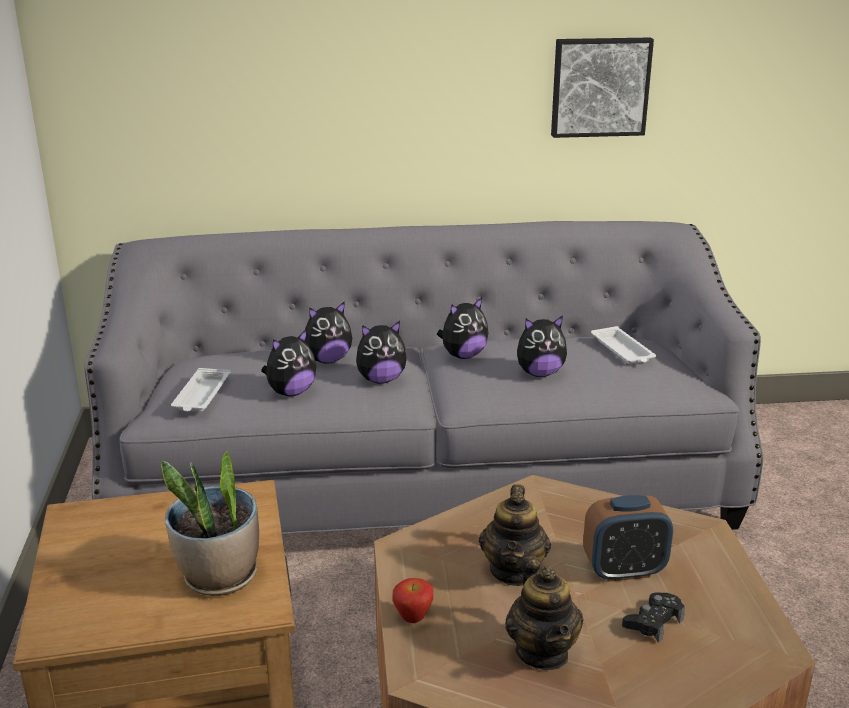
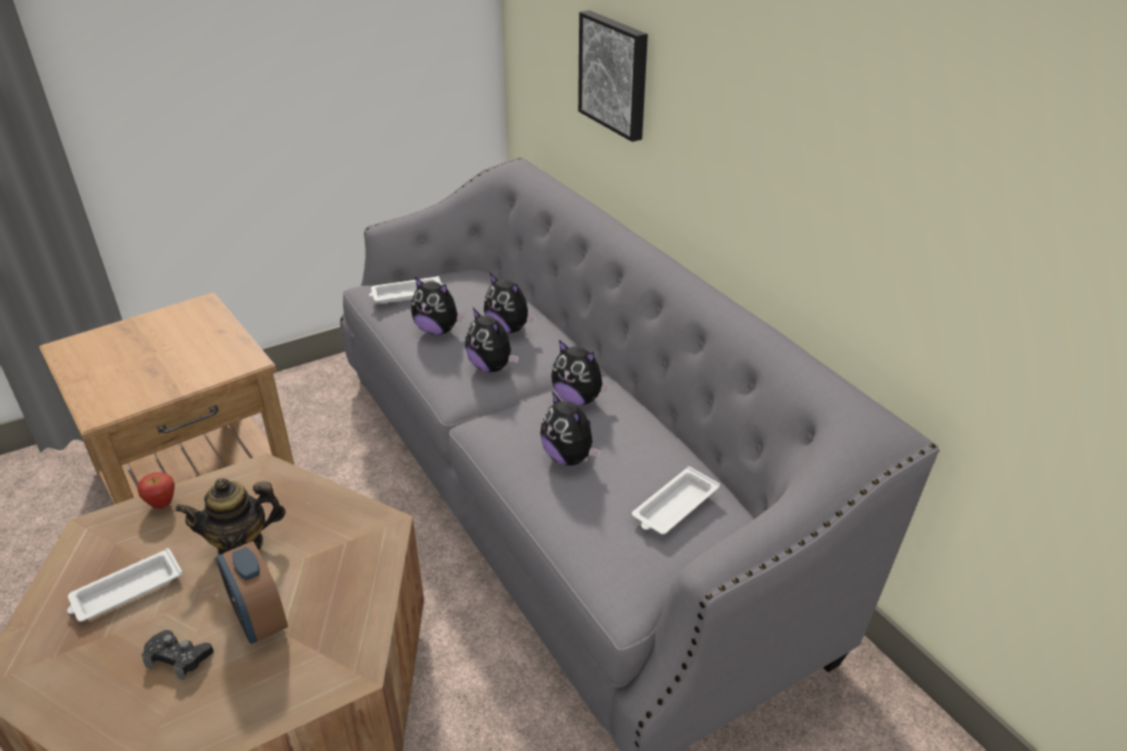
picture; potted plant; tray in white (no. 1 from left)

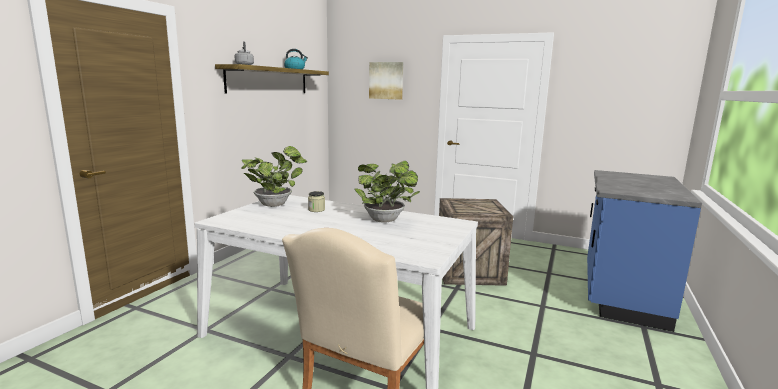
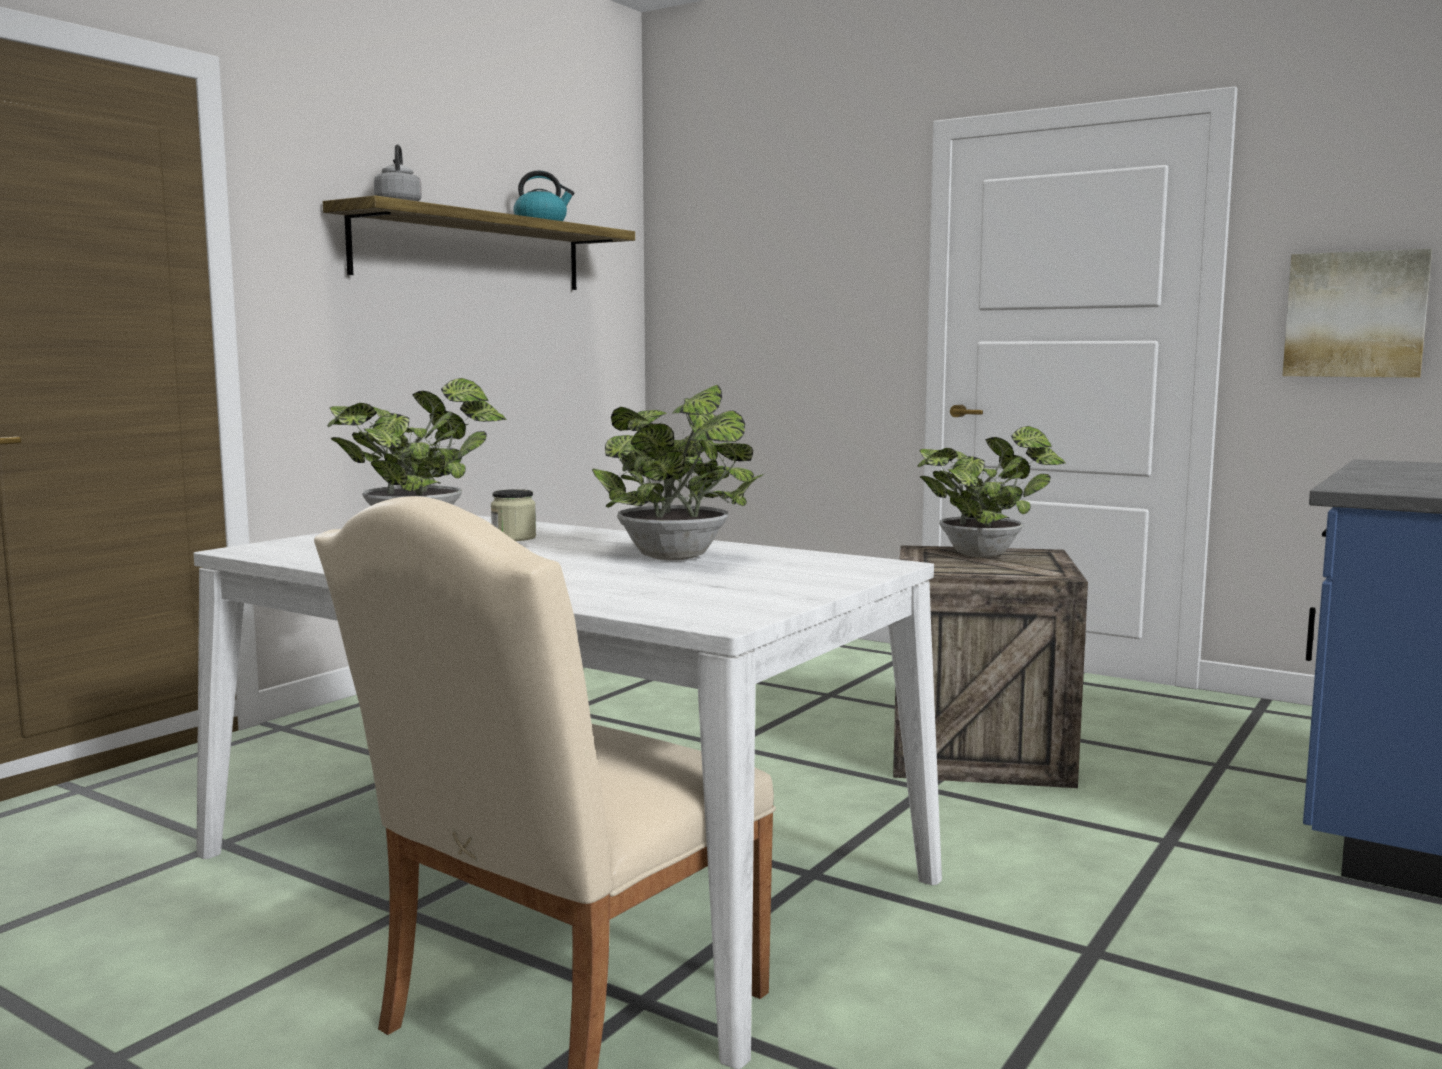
picture; potted plant (no. 3 from left)

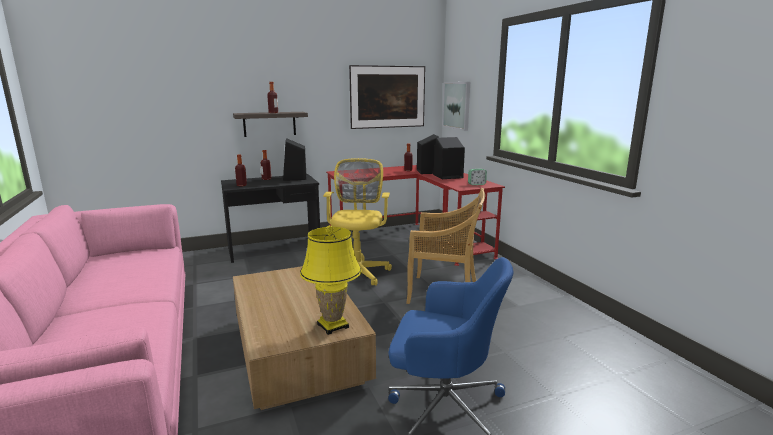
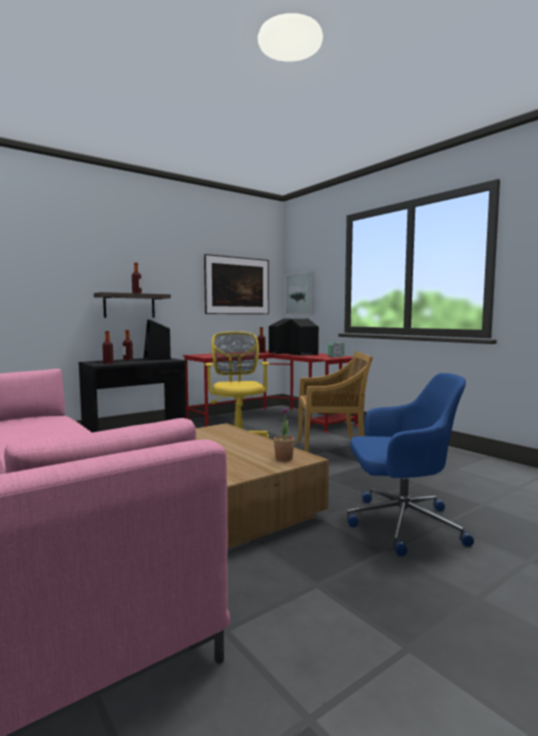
potted plant

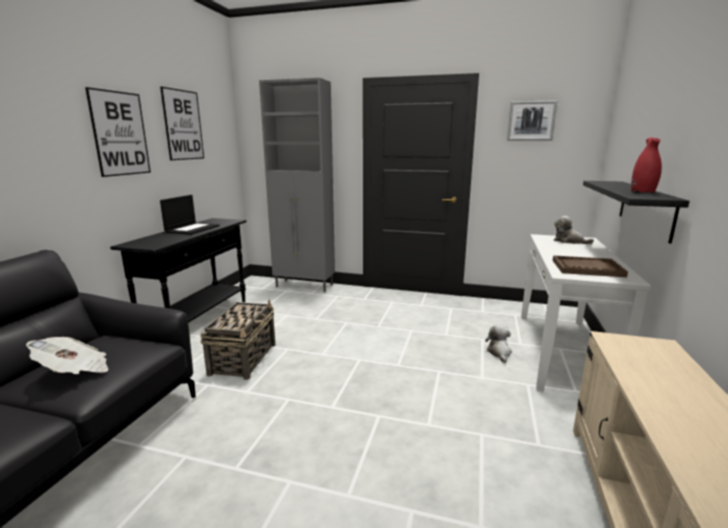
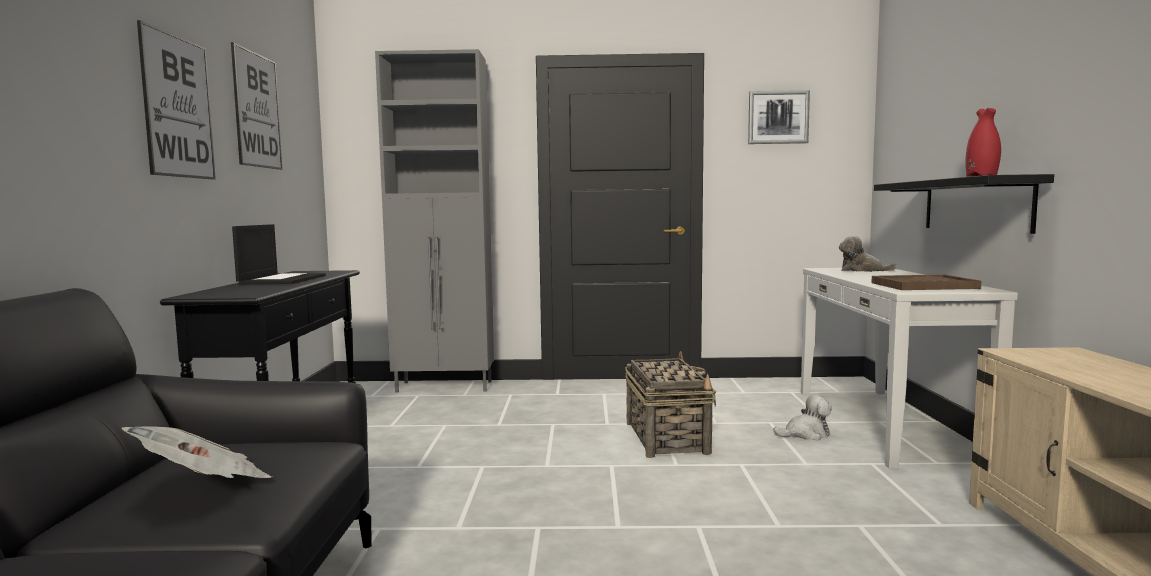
basket; plush toy (no. 1 from left)

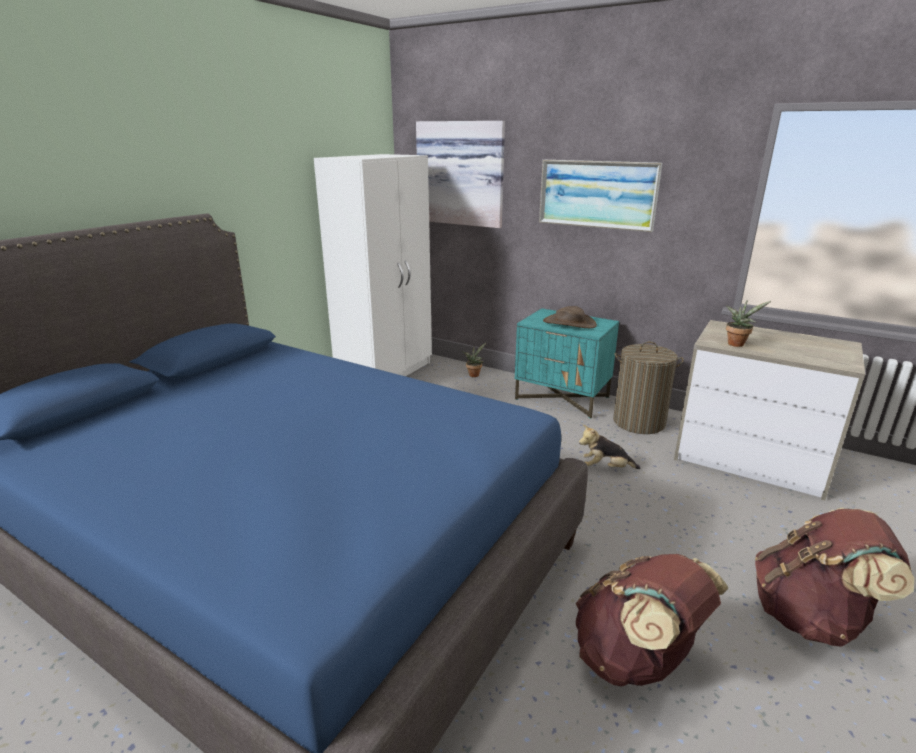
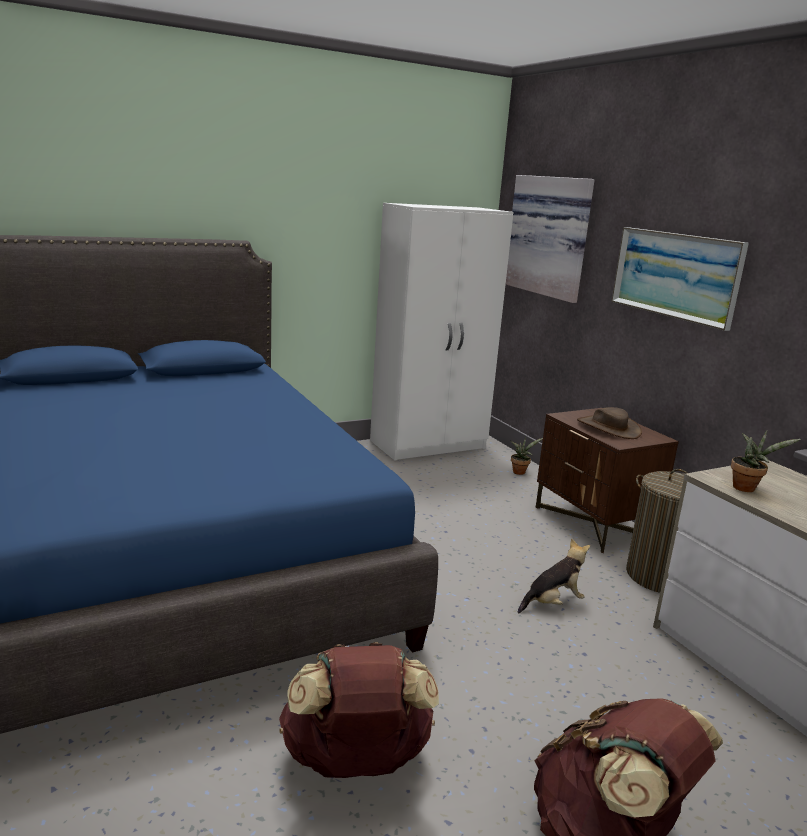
nightstand in brown; plush toy

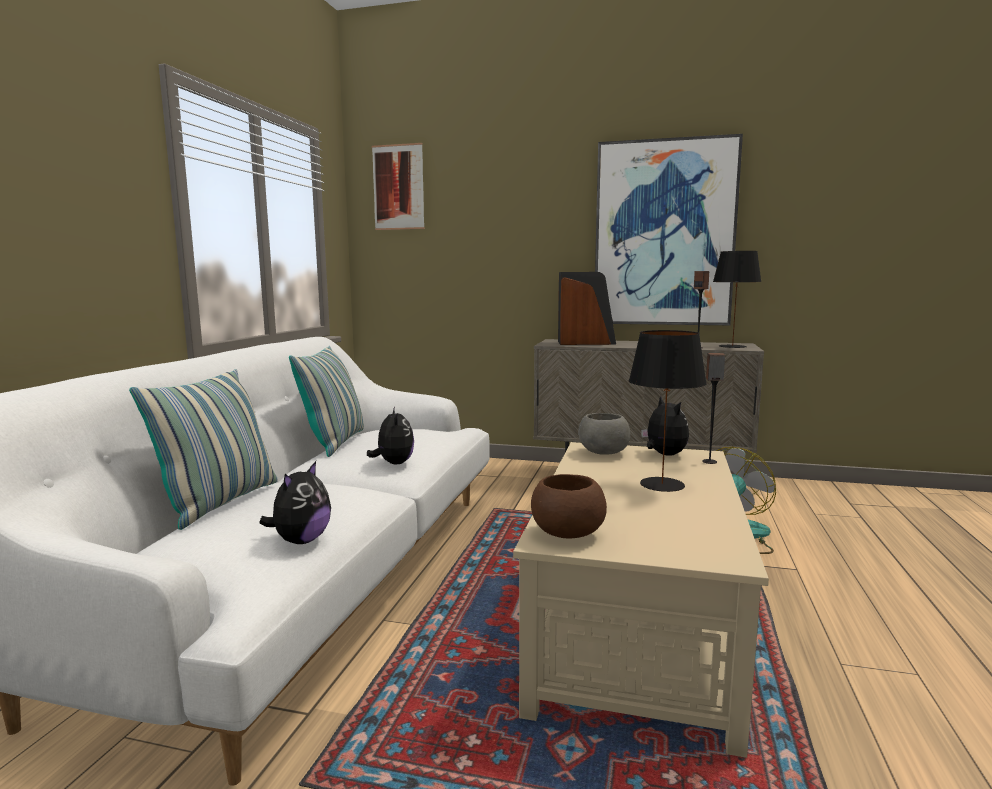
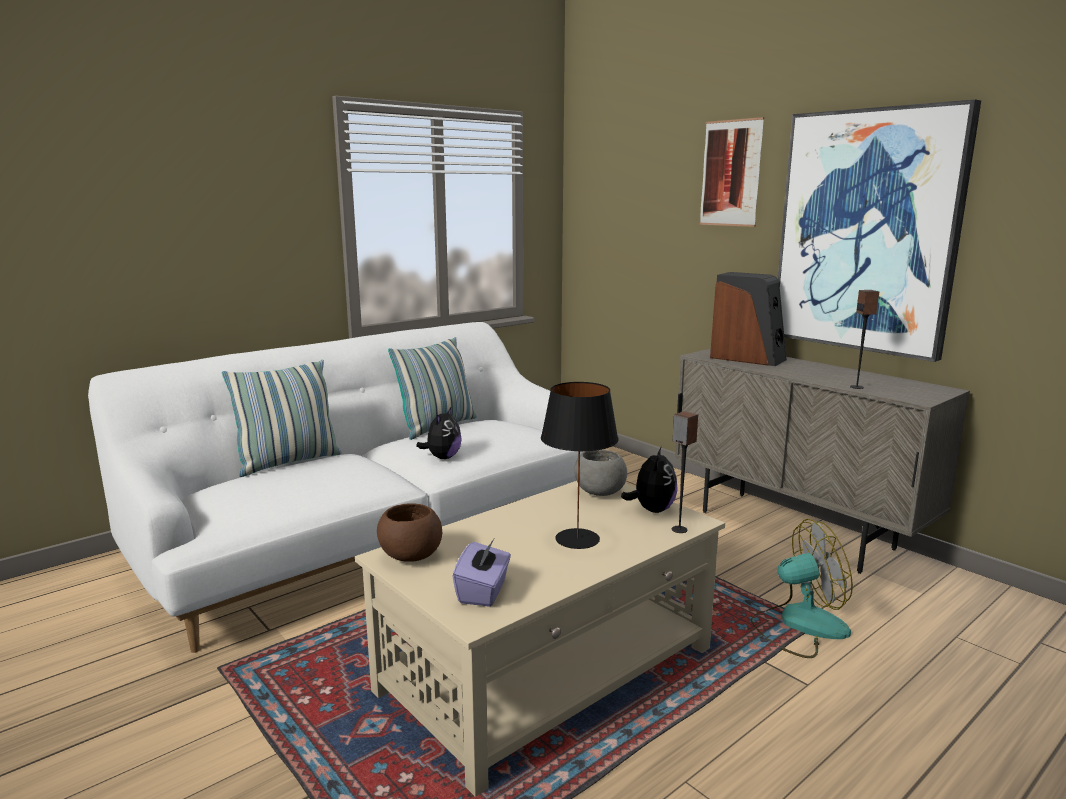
picture (no. 1 from left); table lamp in black (no. 2 from left in the first image); plush toy (no. 1 from left in the first image); tissue box in purple

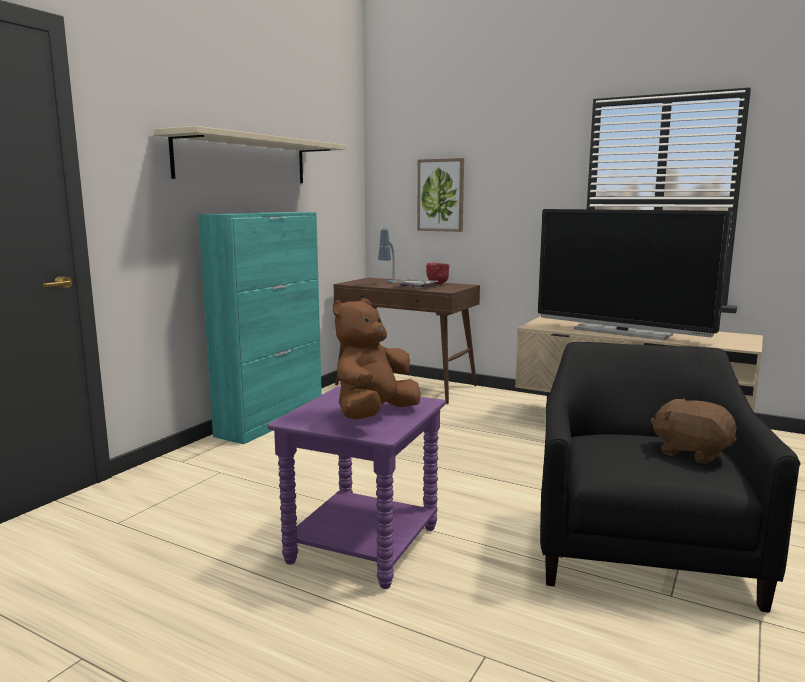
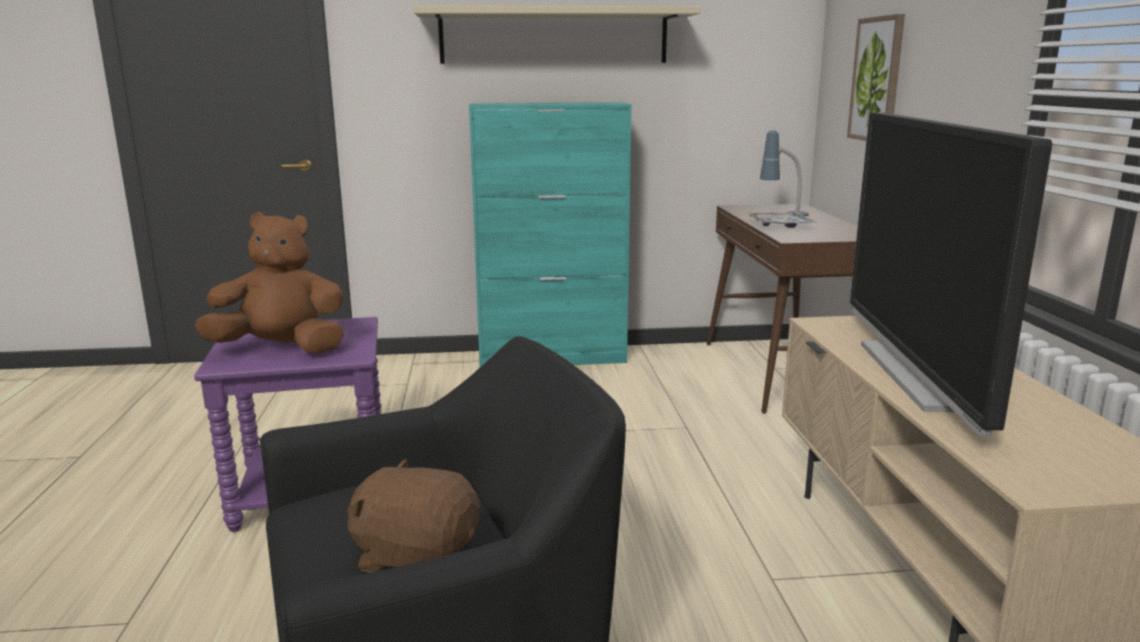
bowl in red; plush toy in brown (no. 2 from left)

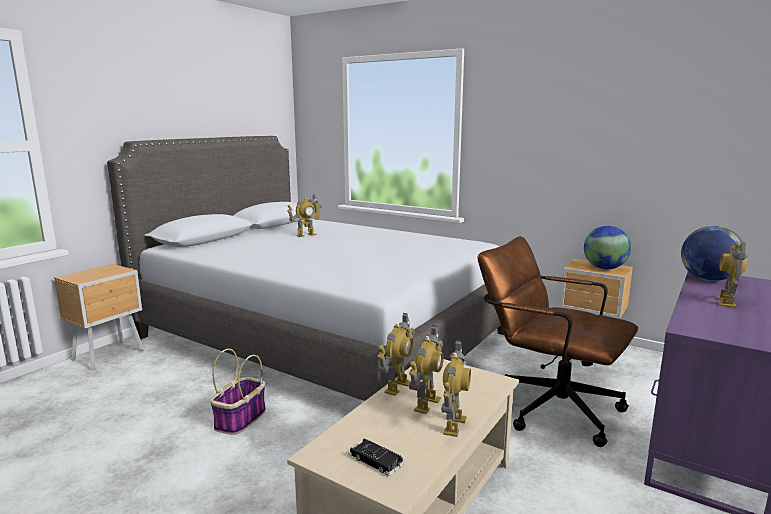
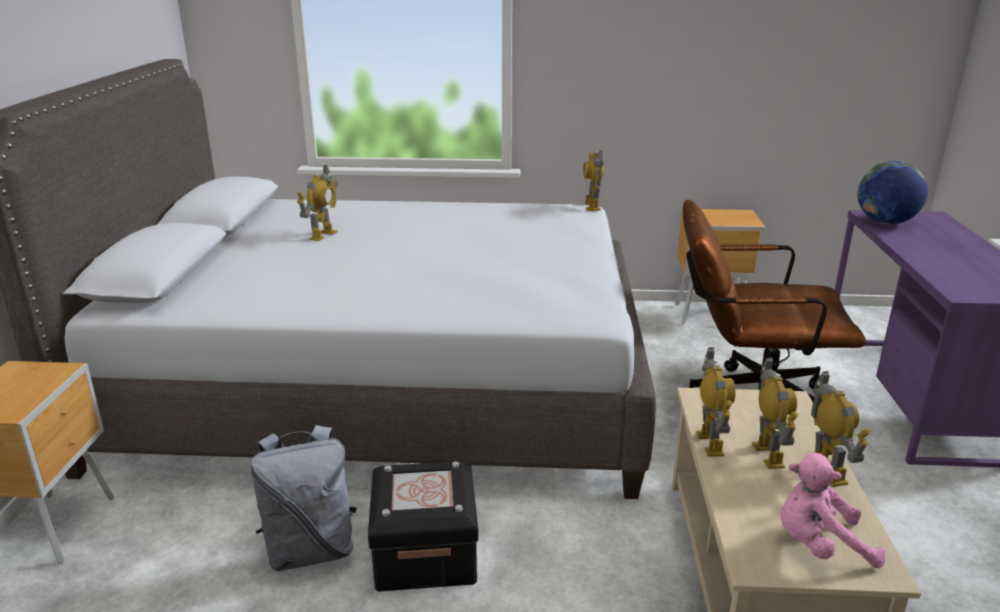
globe (no. 1 from left in the first image); toy robot (no. 2 from left); storage box in black; plush toy in pink; backpack in grey

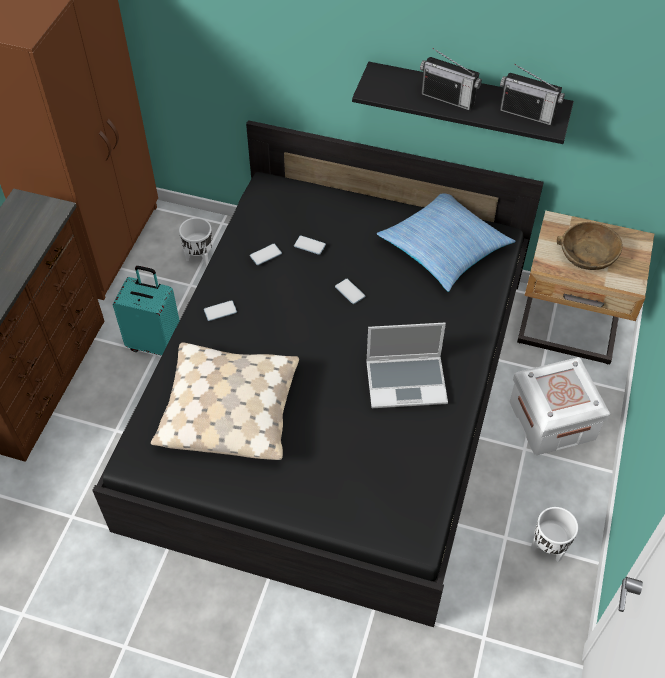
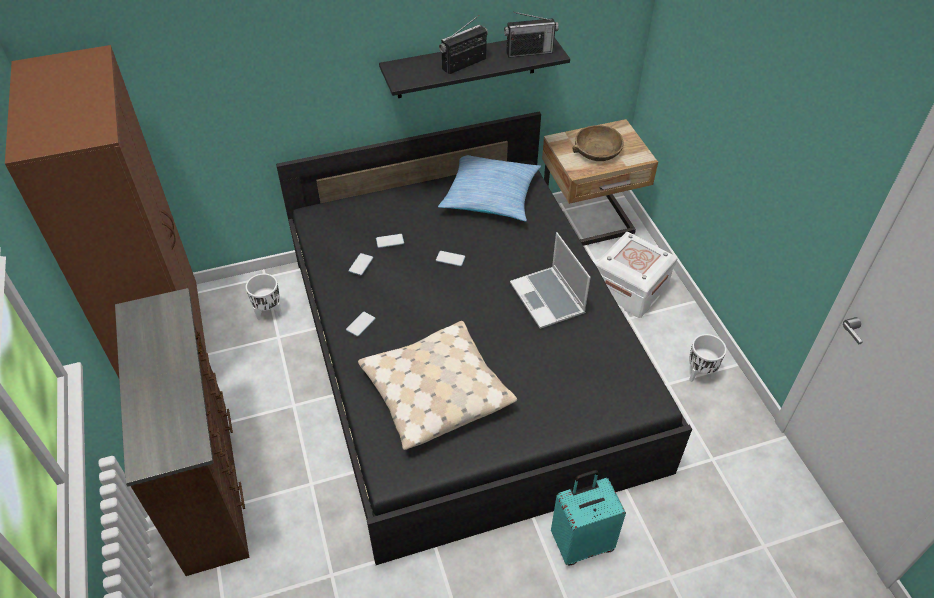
radio (no. 1 from left); suitcase in turquoise; laptop

